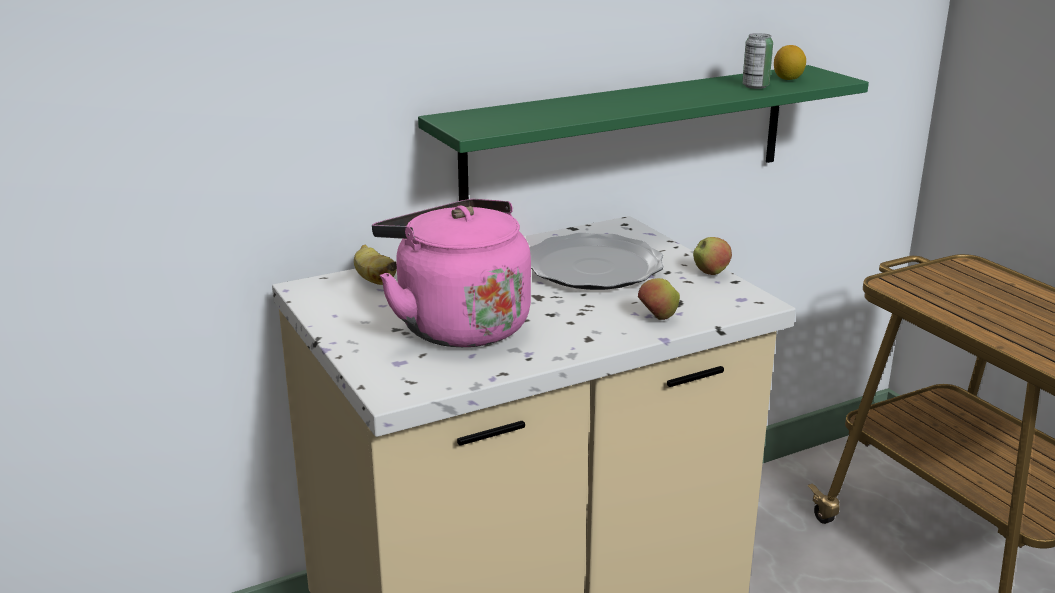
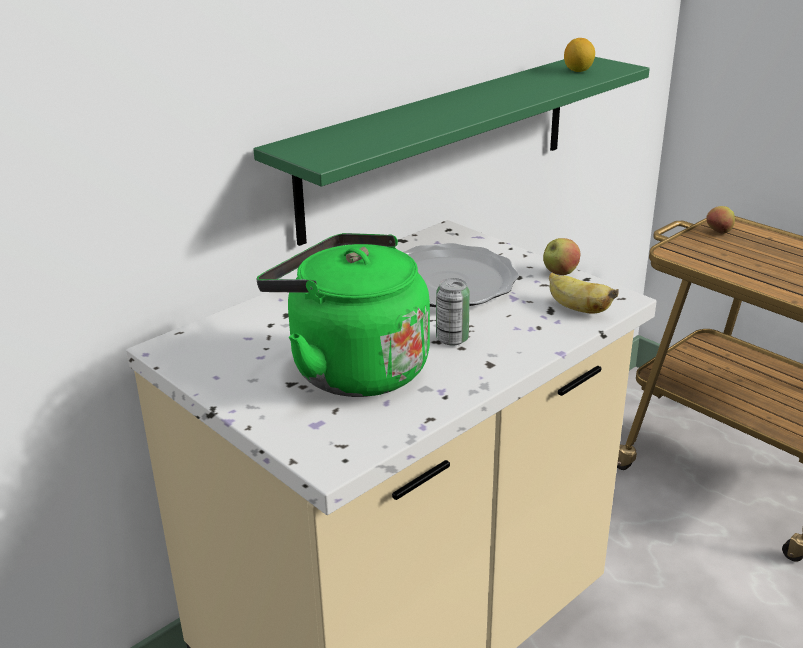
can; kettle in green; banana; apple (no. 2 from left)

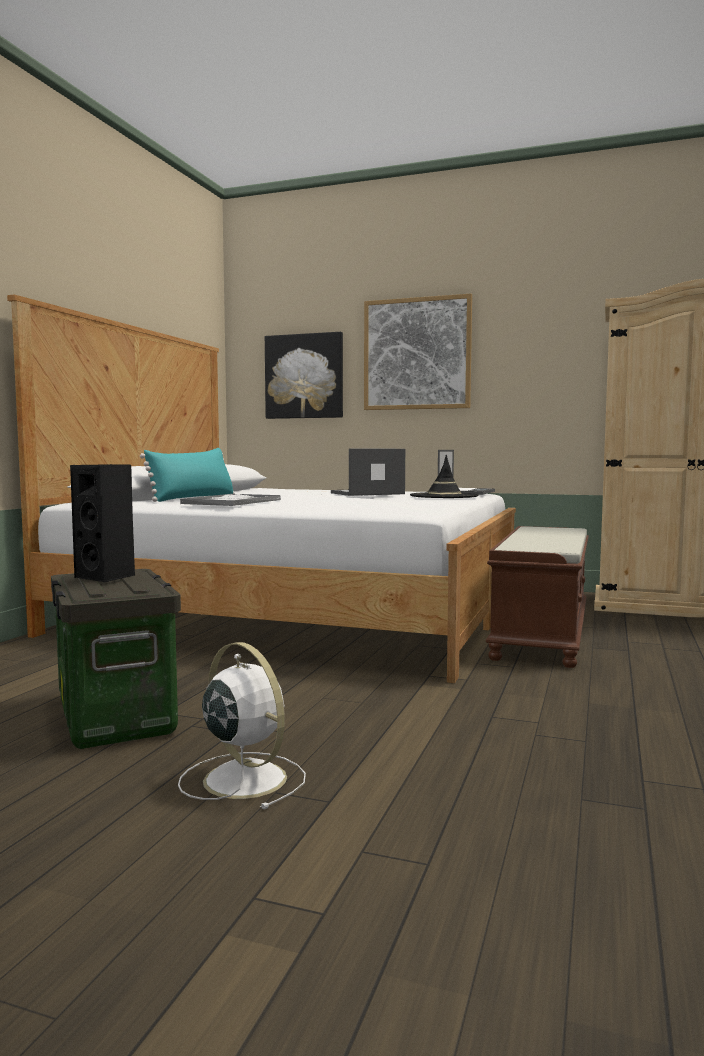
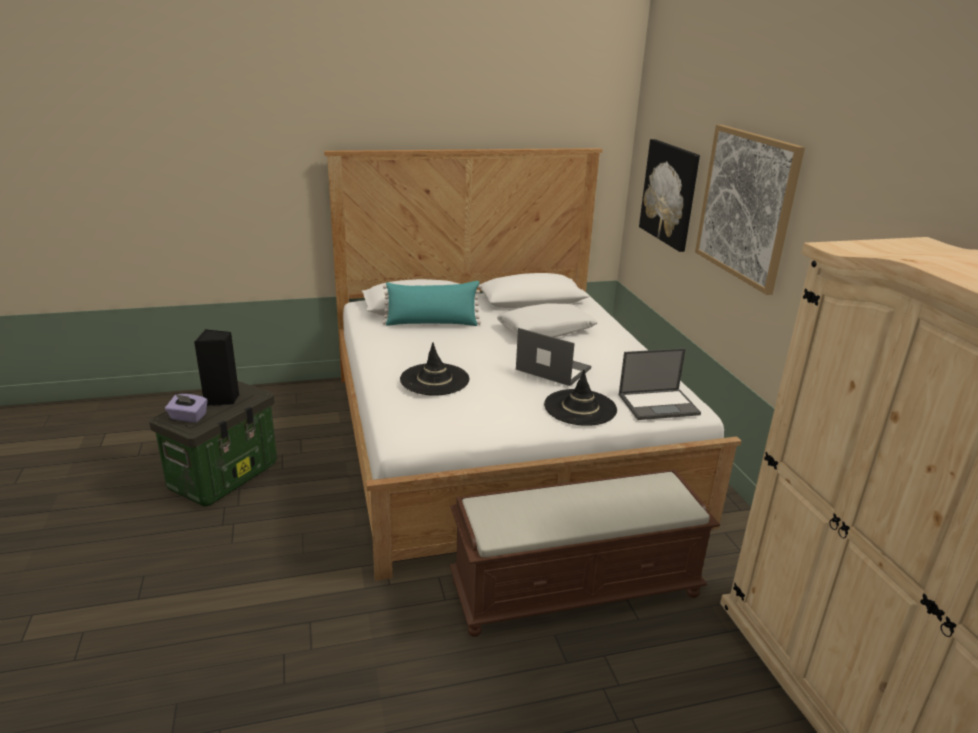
tray; fan in white; pillow in white; hat in black (no. 1 from left); tissue box in purple

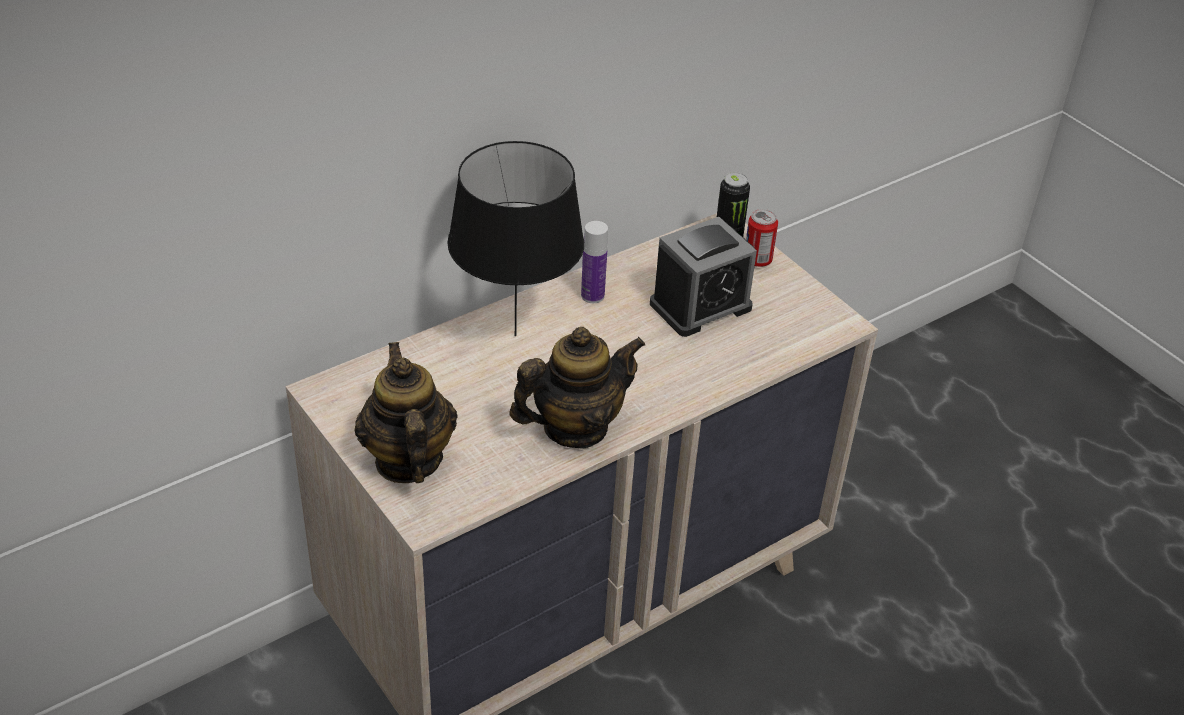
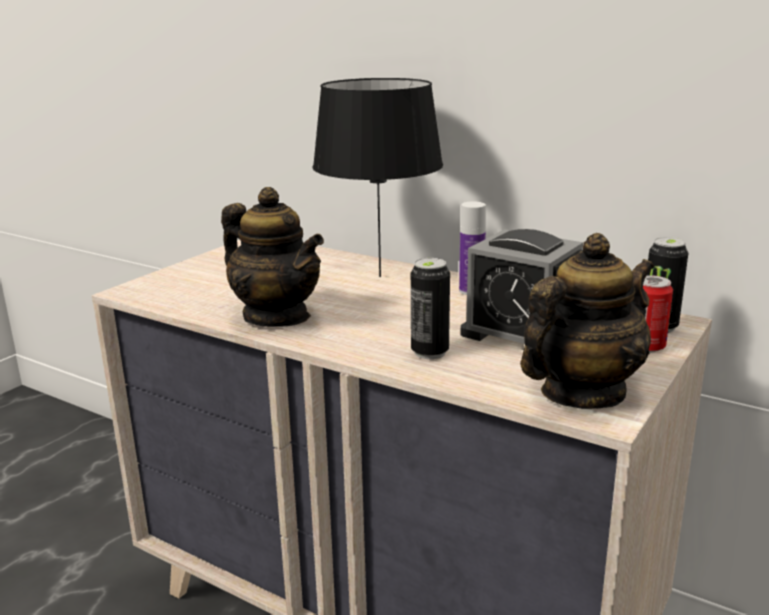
teapot (no. 2 from left); can (no. 1 from left)

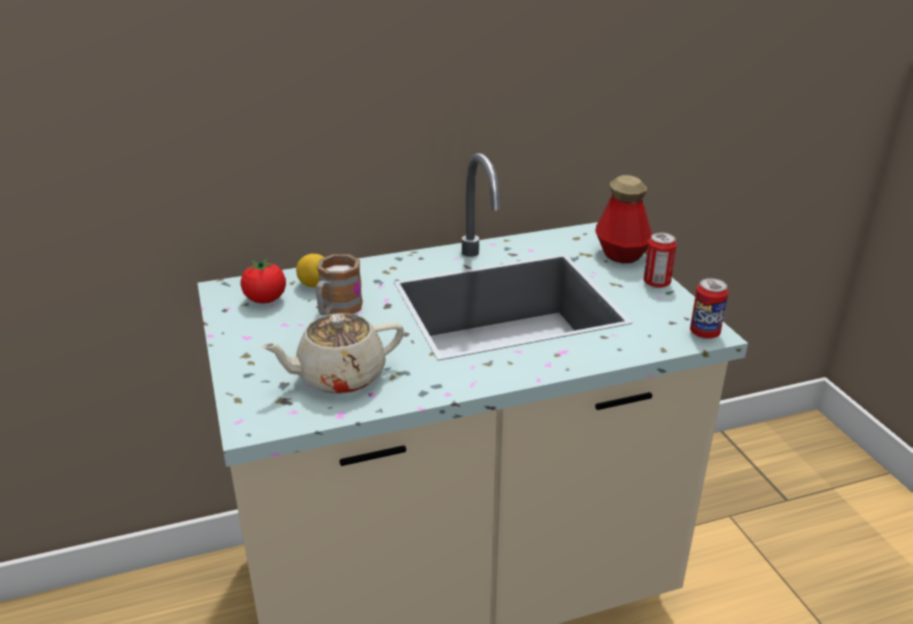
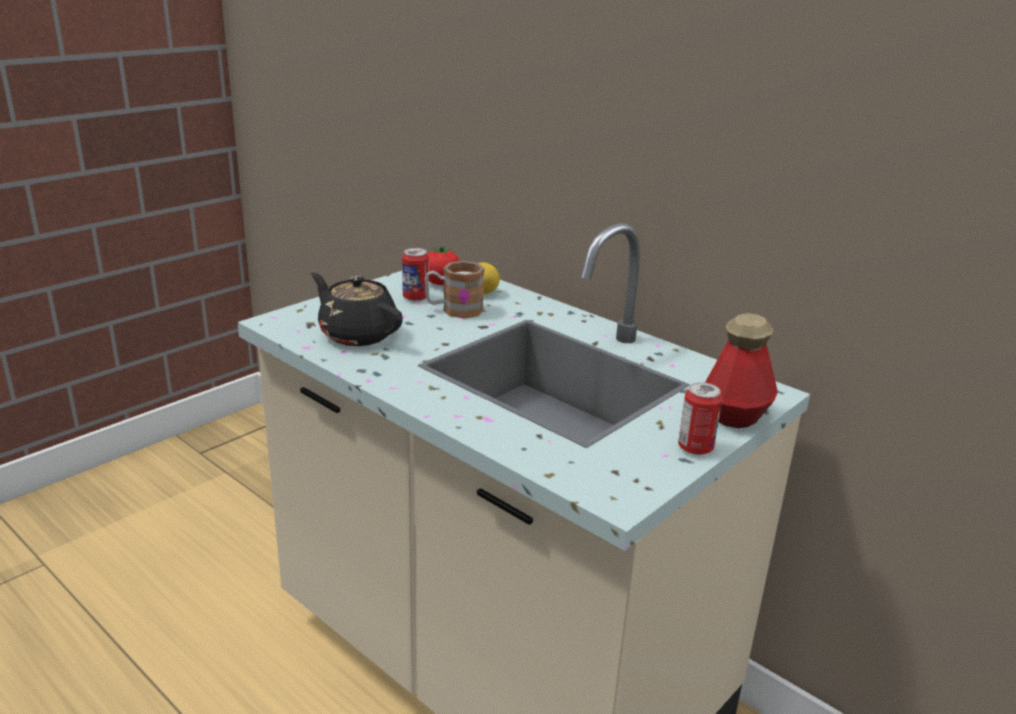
can (no. 1 from left); teapot in black

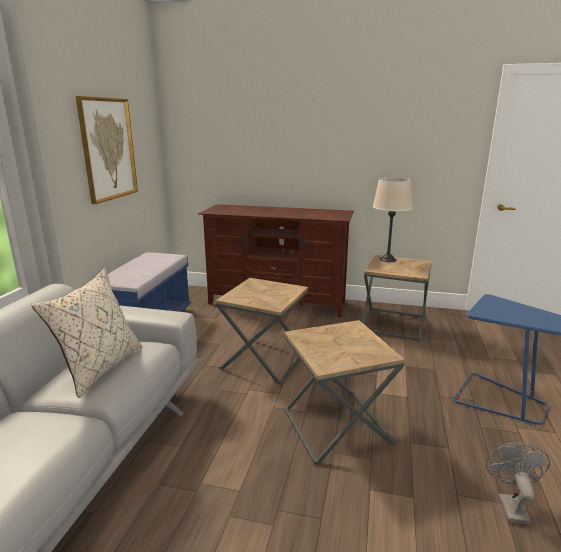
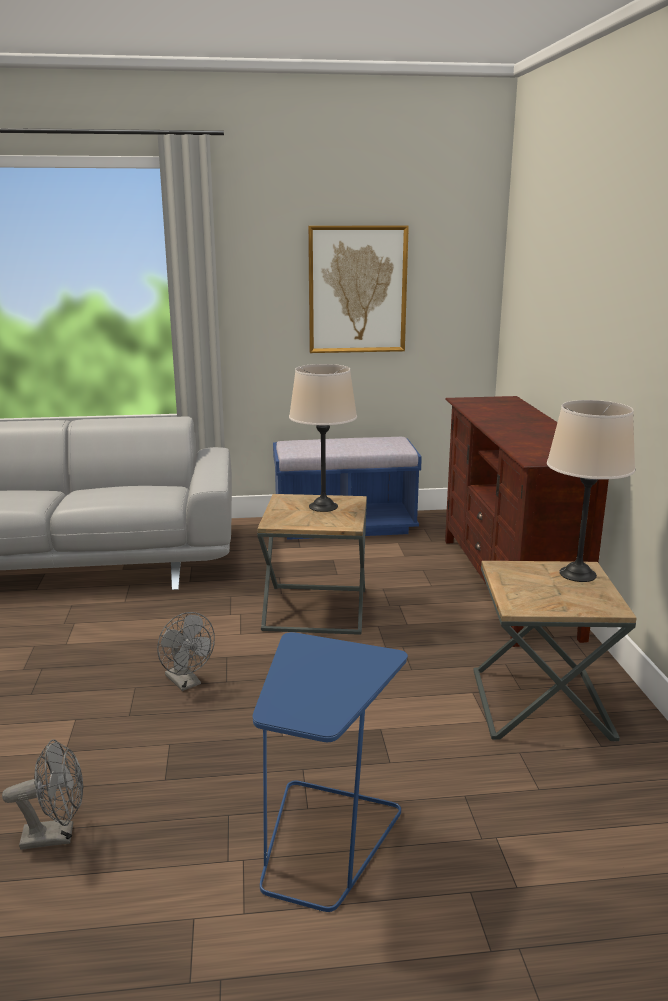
pillow in beige; fan in grey (no. 2 from left); table lamp in beige (no. 1 from left)

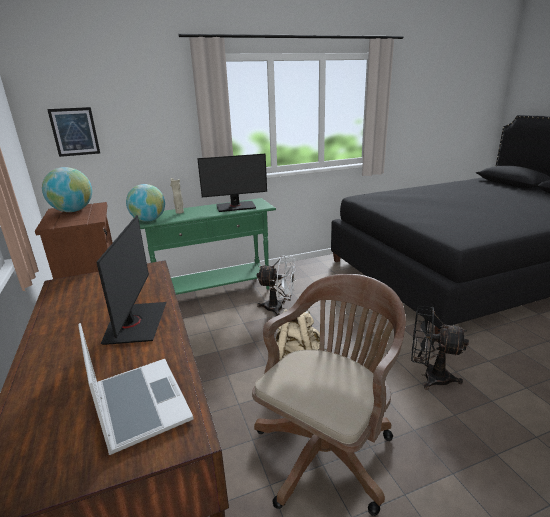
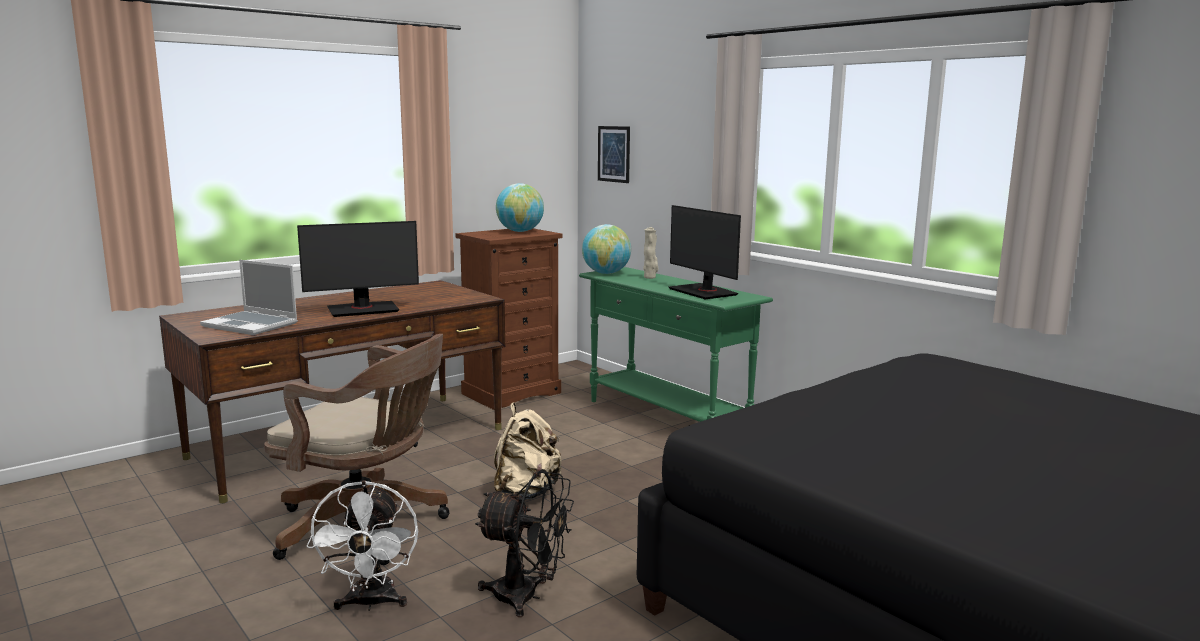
fan in white; fan in black; laptop

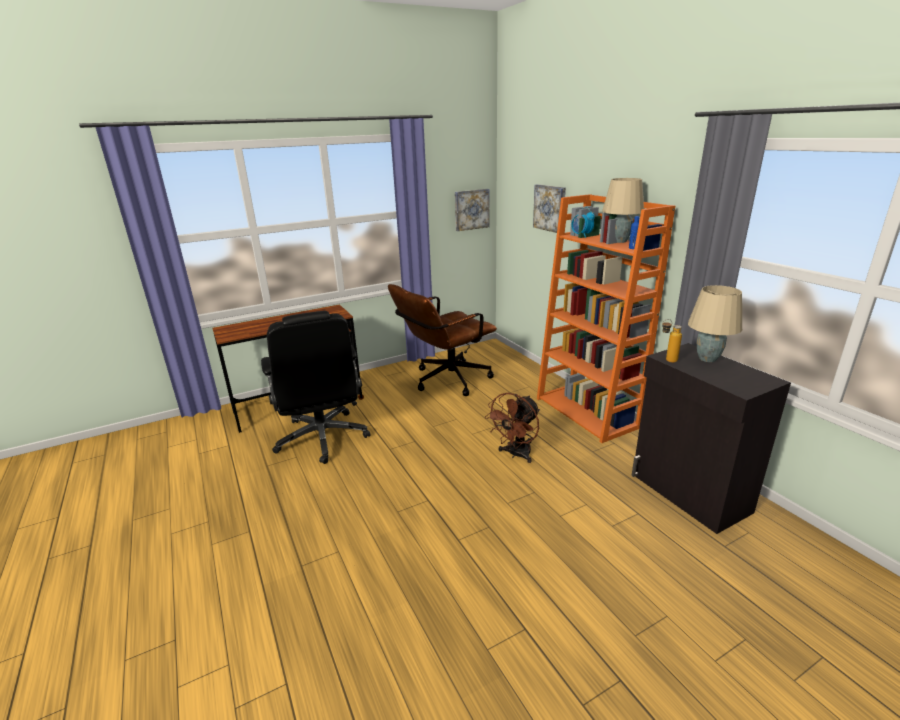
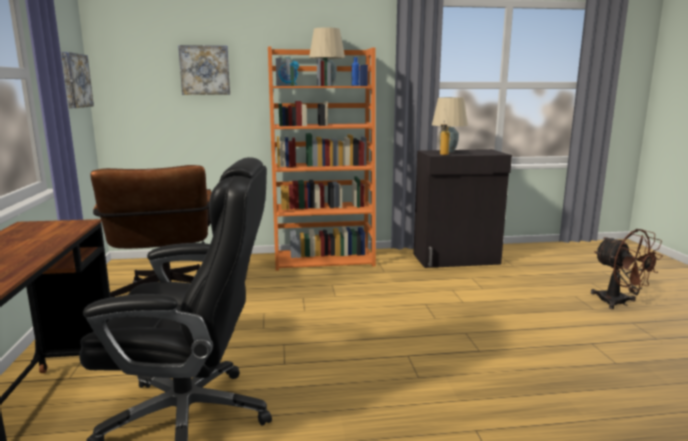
fan in brown

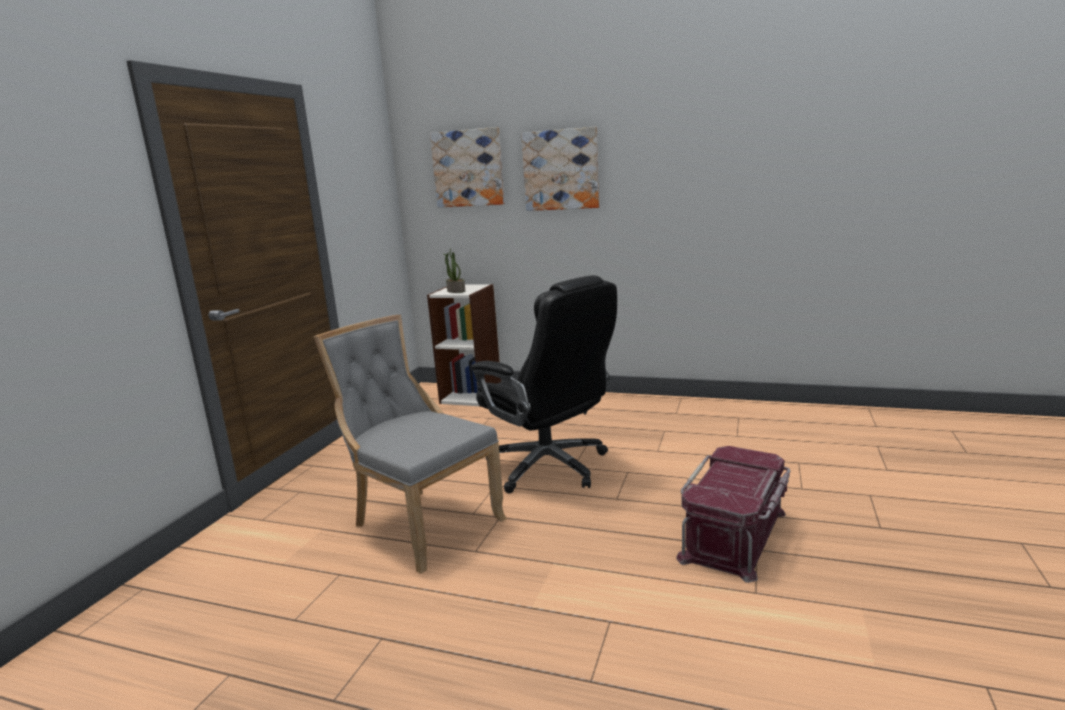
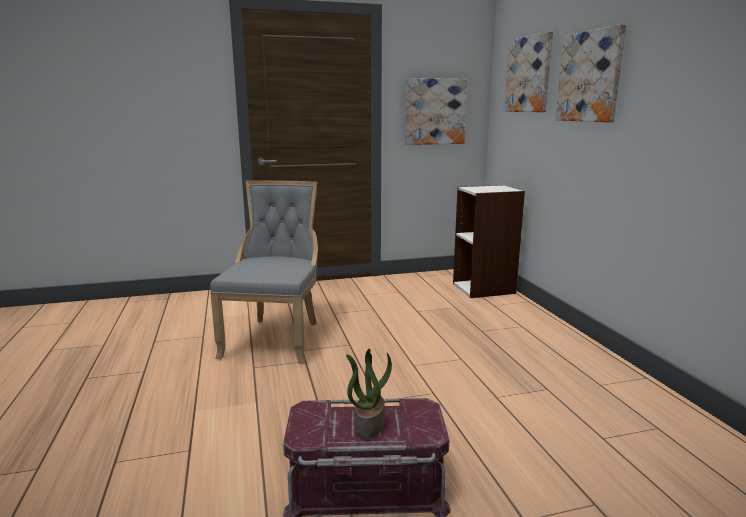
potted plant; office chair in black; picture (no. 1 from left)

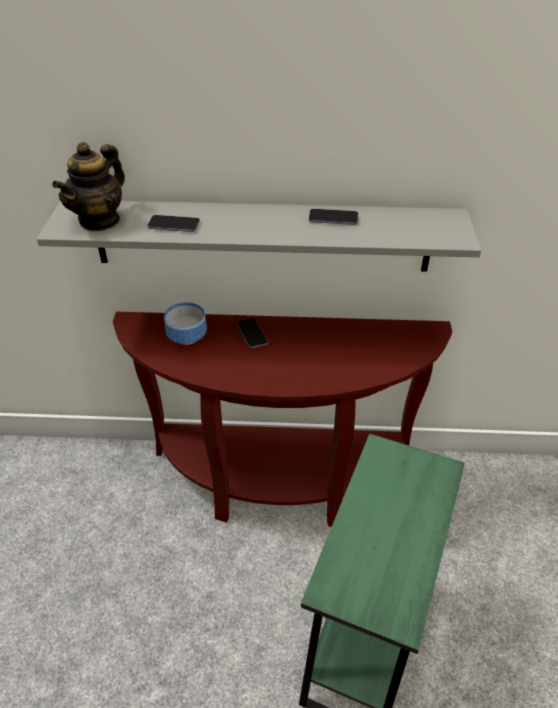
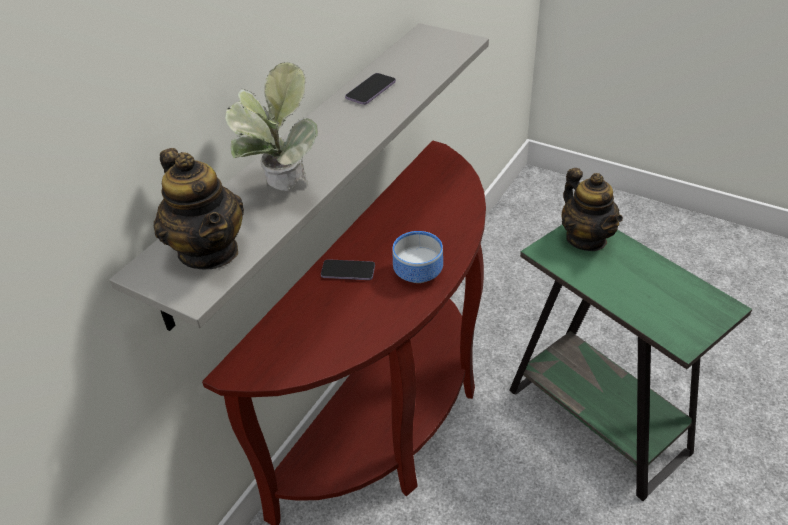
potted plant; bowl; teapot (no. 2 from left)

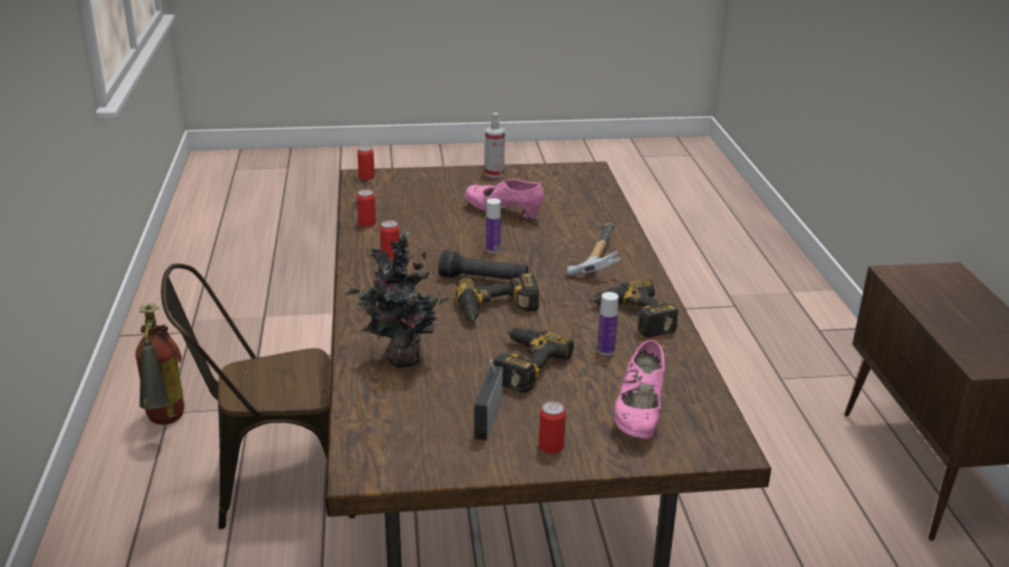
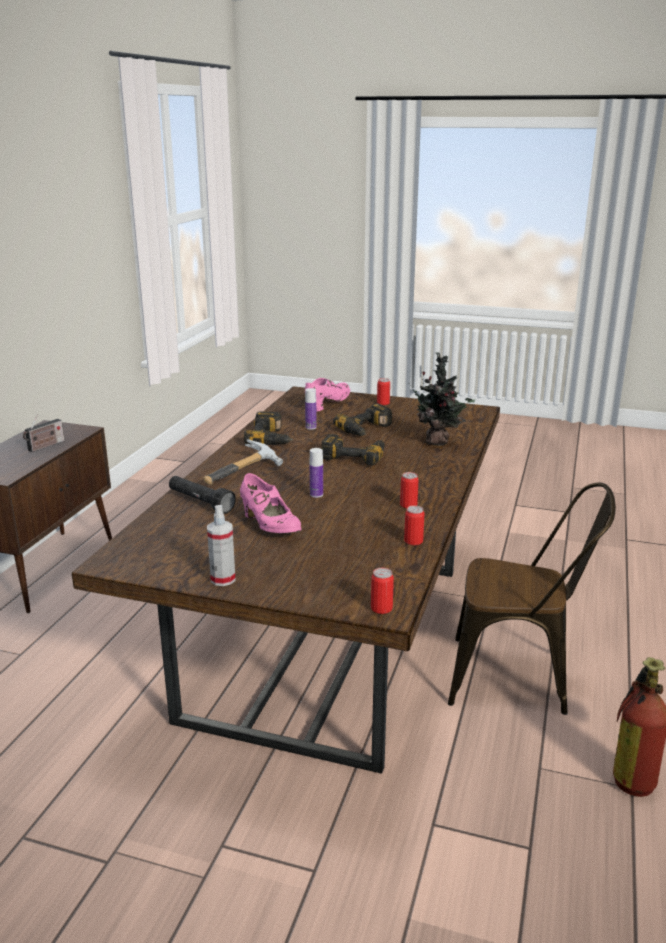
flashlight in black; radio

